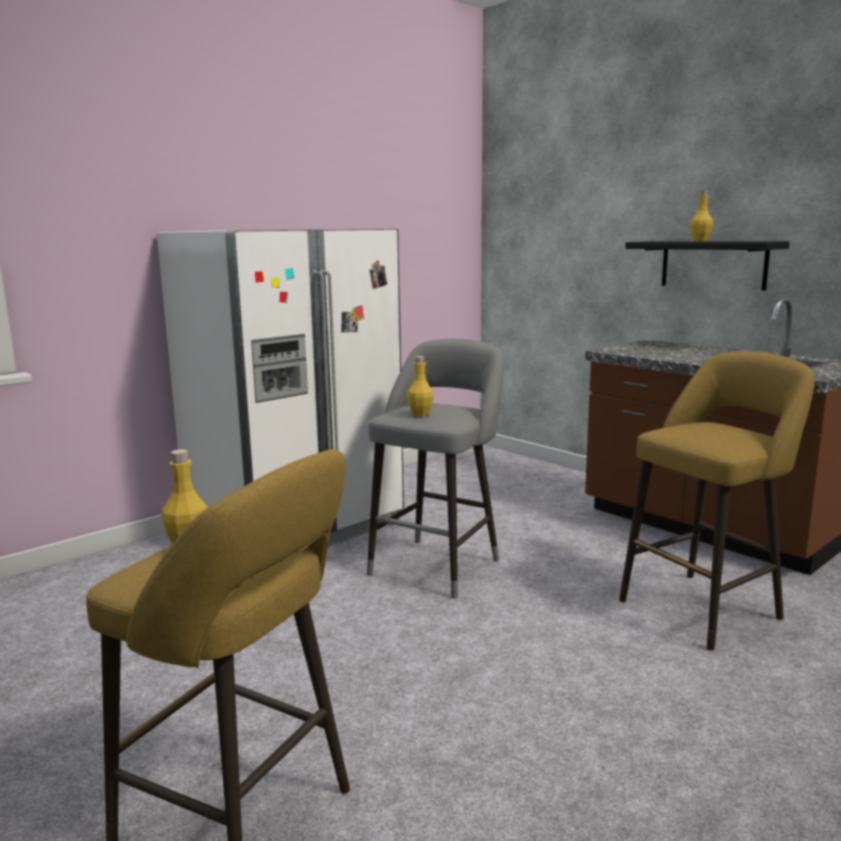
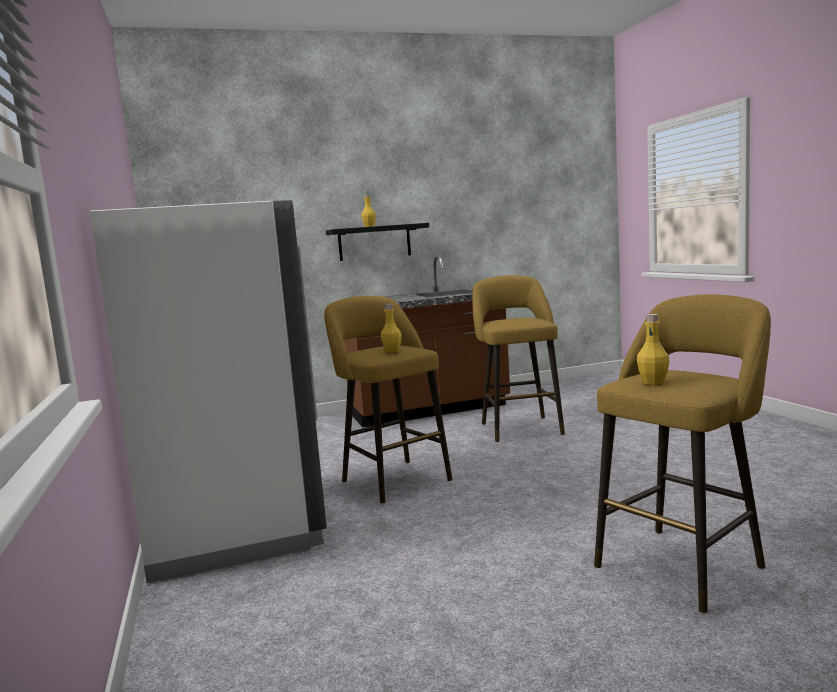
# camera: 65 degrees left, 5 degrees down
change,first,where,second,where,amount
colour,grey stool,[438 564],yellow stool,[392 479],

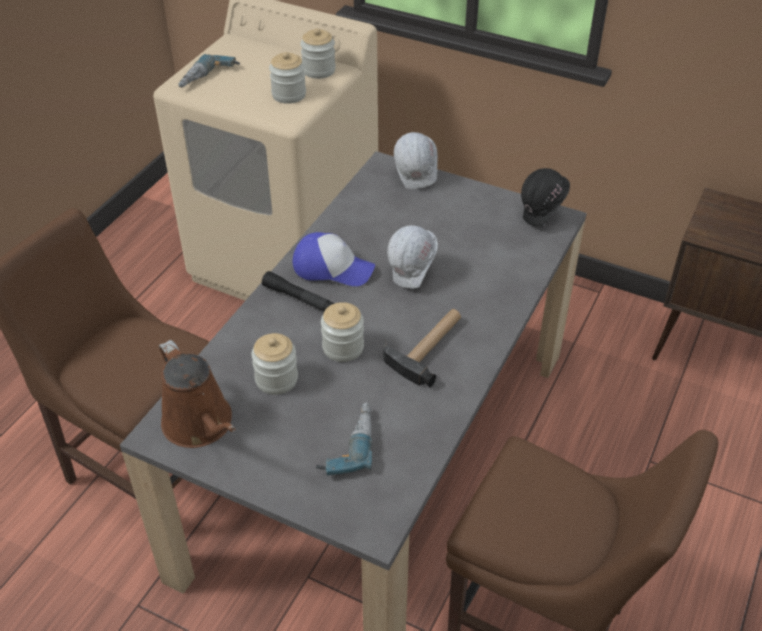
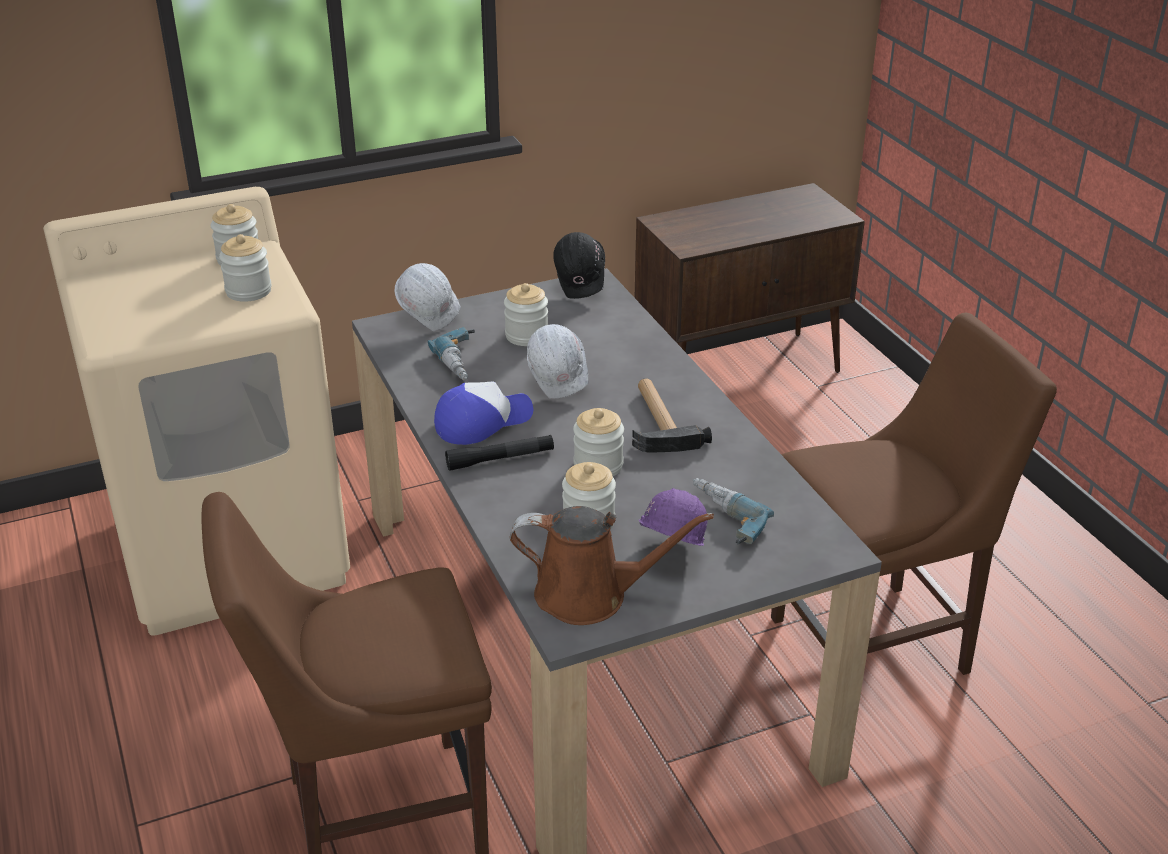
# camera: 50 degrees left, 10 degrees down
change,first,where,second,where,amount
relocated,power drill,[209 79],,[465 362],
appeared,,,jar,[526 336],
appeared,,,purple hard hat,[668 556],

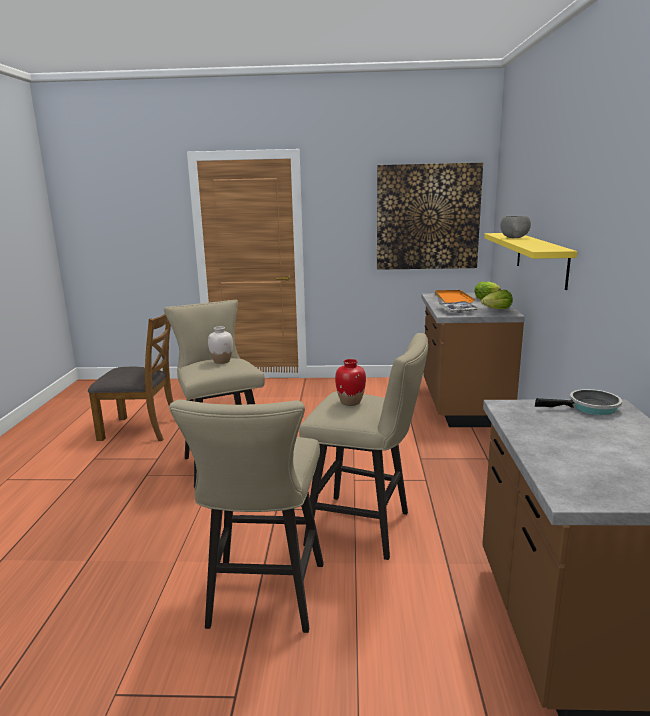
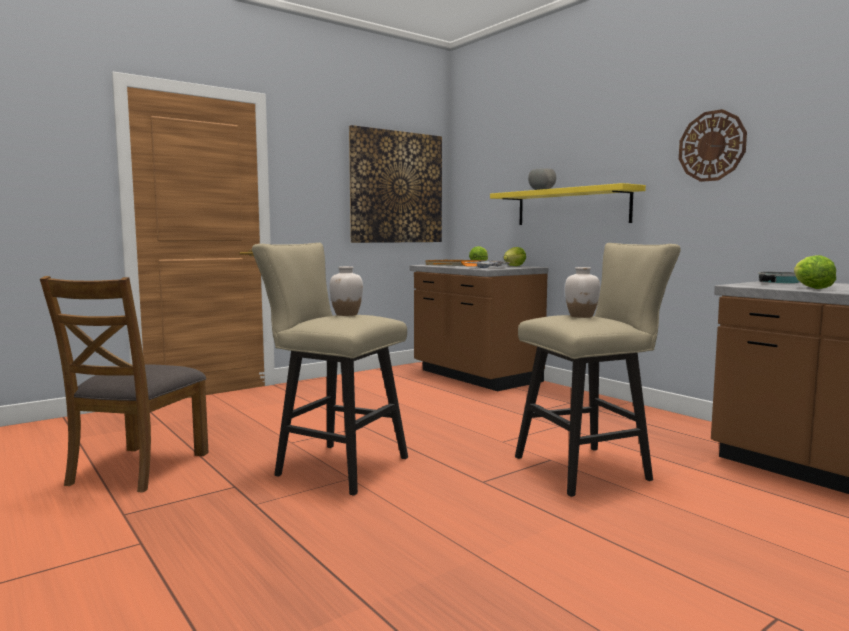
# camera: 40 degrees left, 10 degrees down
change,first,where,second,where,amount
spun,brown chair,[141 429],,[138 468],135 degrees clockwise
colour,red vase,[350 402],white vase,[581 316],
appeared,,,wall clock,[712 146],
appeared,,,lettuce,[811 288],
missing,beige stool,[263 601],,,

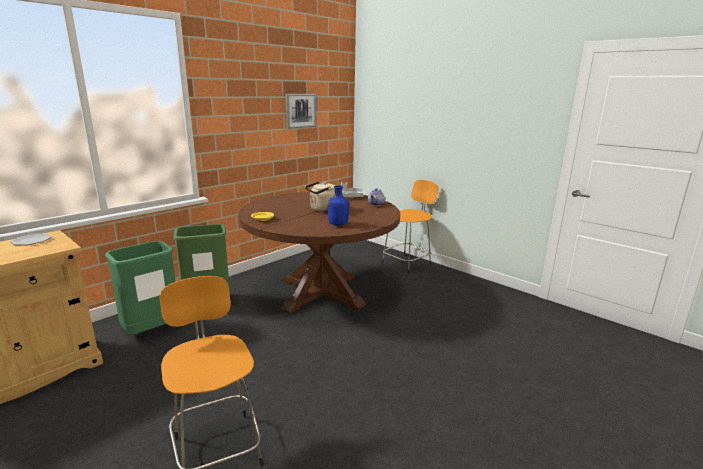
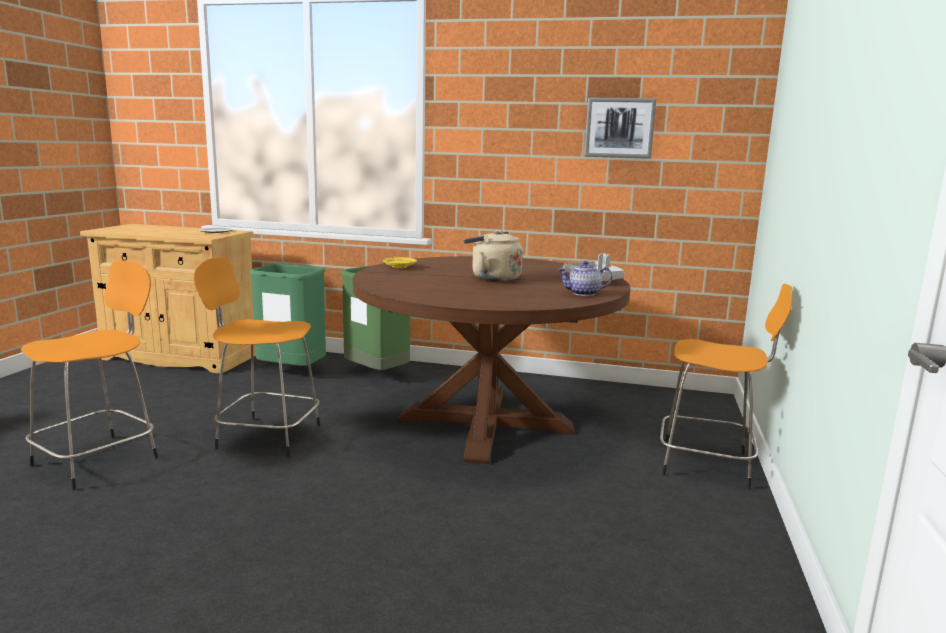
# camera: 60 degrees right, 5 degrees down
change,first,where,second,where,amount
appeared,,,orange stool,[265 436],
missing,blue bottle,[337 224],,,

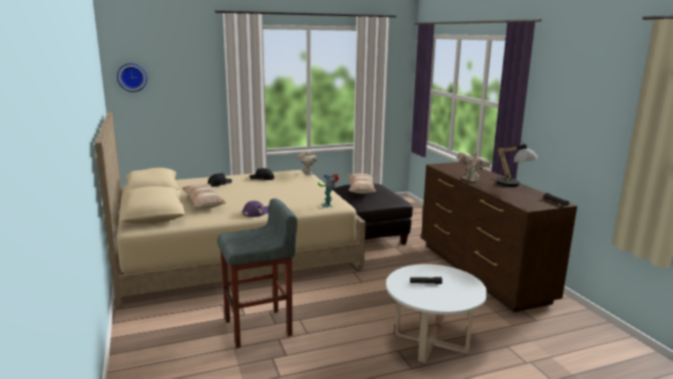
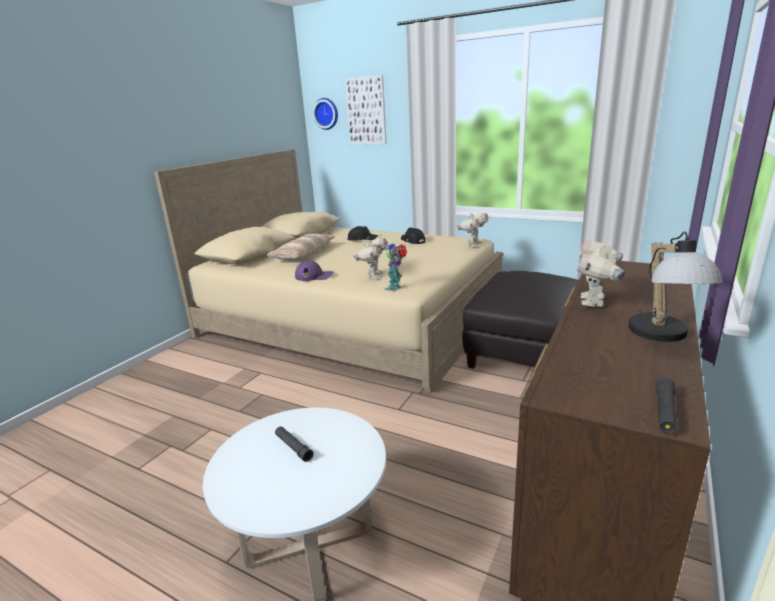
# camera: 50 degrees right, 5 degrees up
change,first,where,second,where,amount
appeared,,,picture,[366 111],
appeared,,,toy robot,[373 275],
missing,grey stool,[259 328],,,
missing,pillow,[360 189],,,

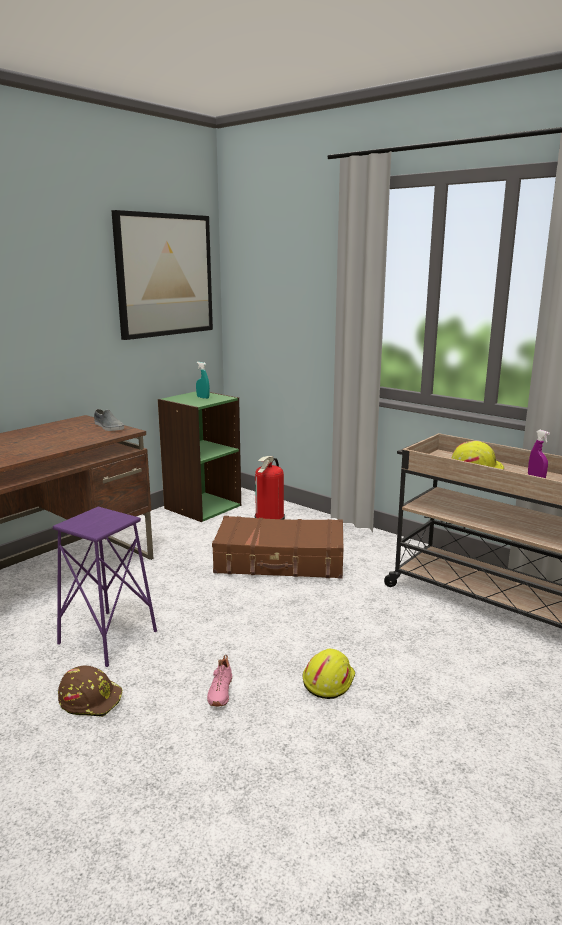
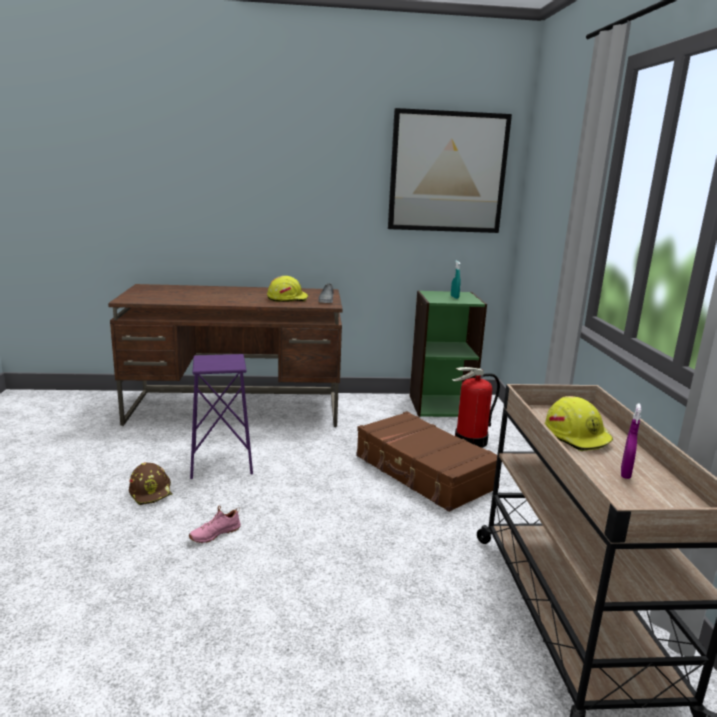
# camera: 45 degrees right, 0 degrees up
change,first,where,second,where,amount
relocated,yellow hard hat,[328 680],,[287 298],

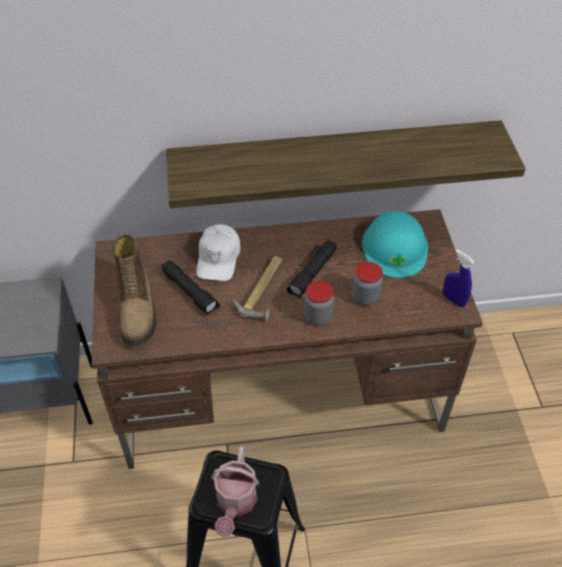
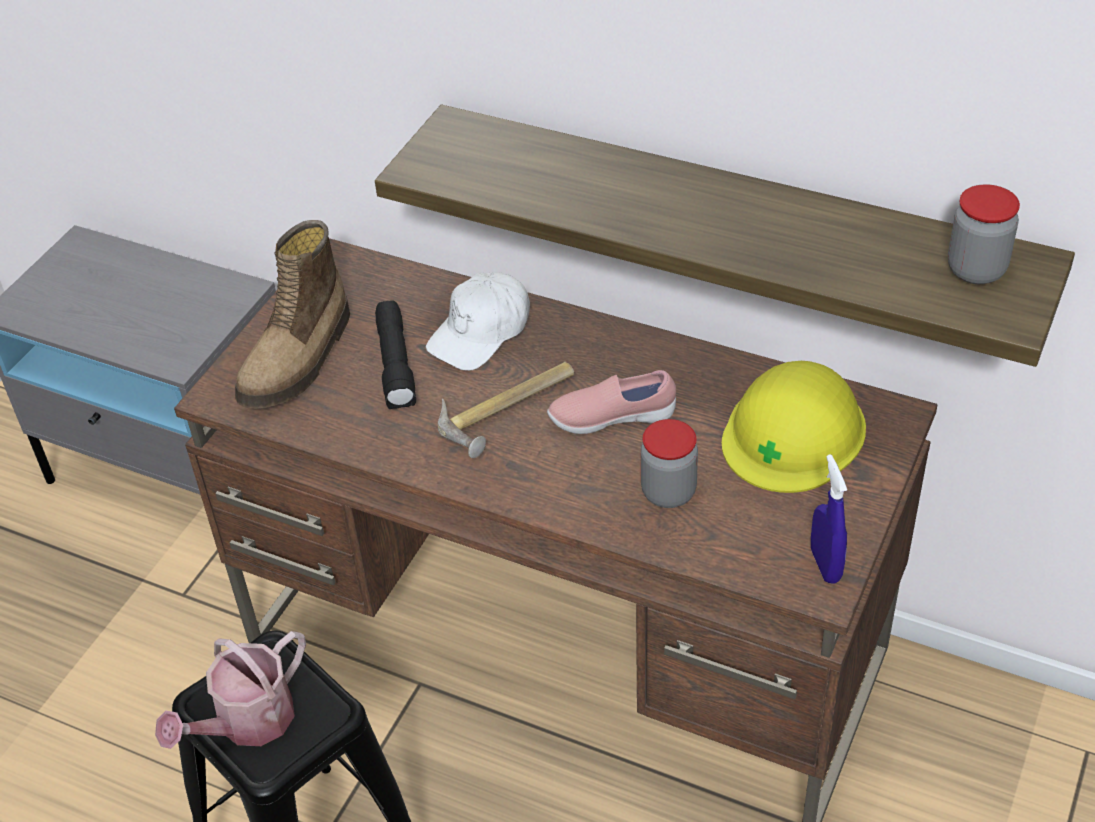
# camera: 35 degrees right, 5 degrees down
change,first,where,second,where,amount
exchanged,black flashlight,[313 274],pink shoe,[611 418],
colour,turquoise hard hat,[395 247],yellow hard hat,[794 433],
relocated,jar,[318 316],,[976 270],

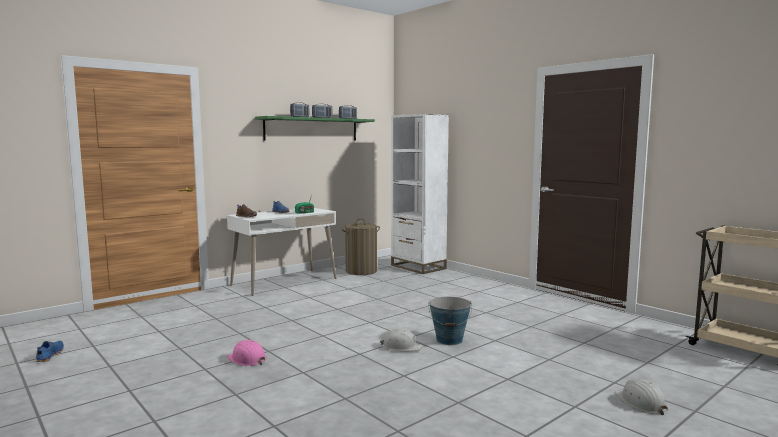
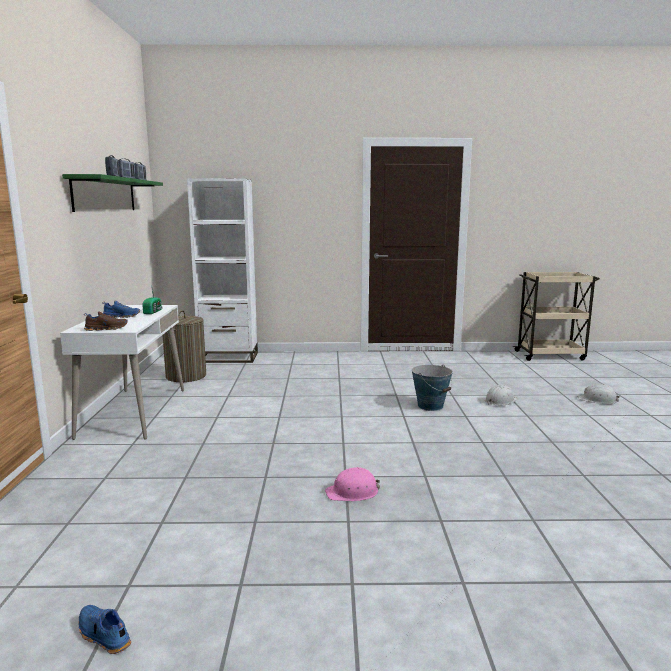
# camera: 50 degrees left, 5 degrees up
change,first,where,second,where,amount
relocated,white hard hat,[401 347],,[500 401],

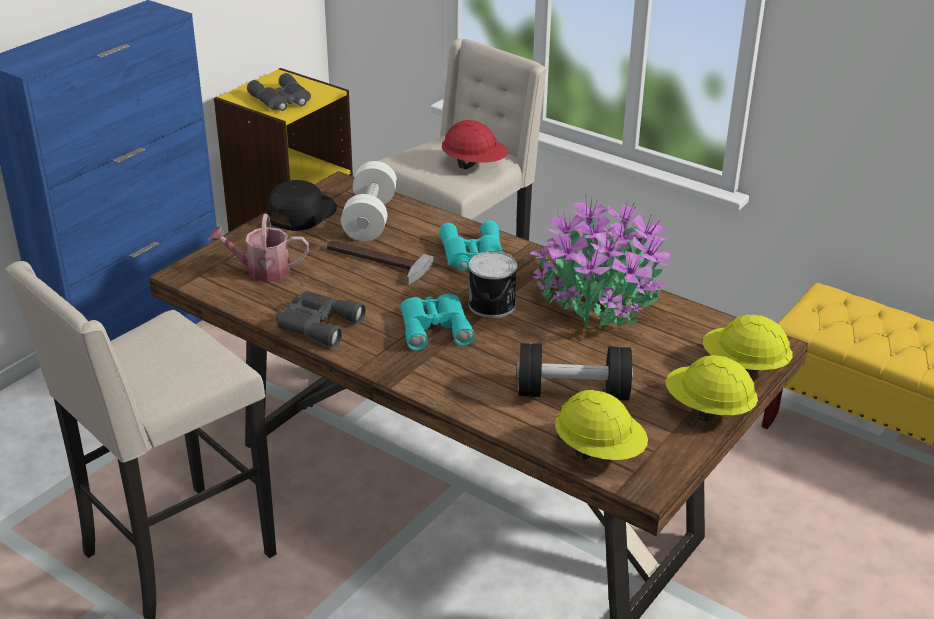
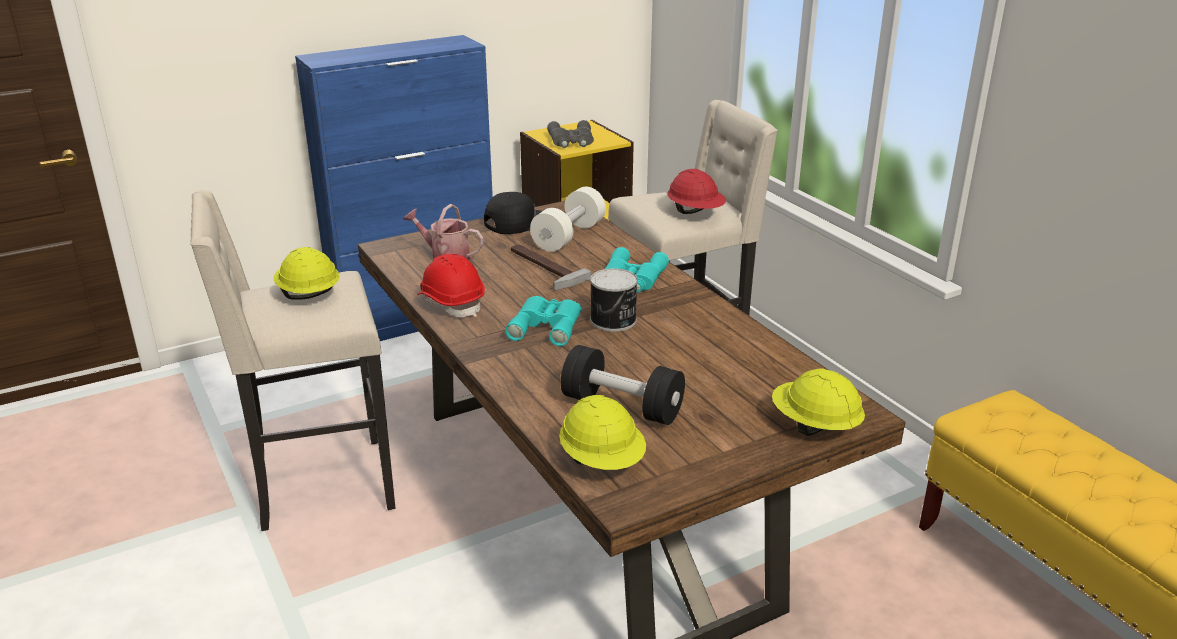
# camera: 25 degrees right, 5 degrees down
change,first,where,second,where,amount
relocated,yellow hard hat,[708 409],,[308 295],
exchanged,grey binoculars,[317 323],red hard hat,[451 303],
missing,potted plant,[598 302],,,

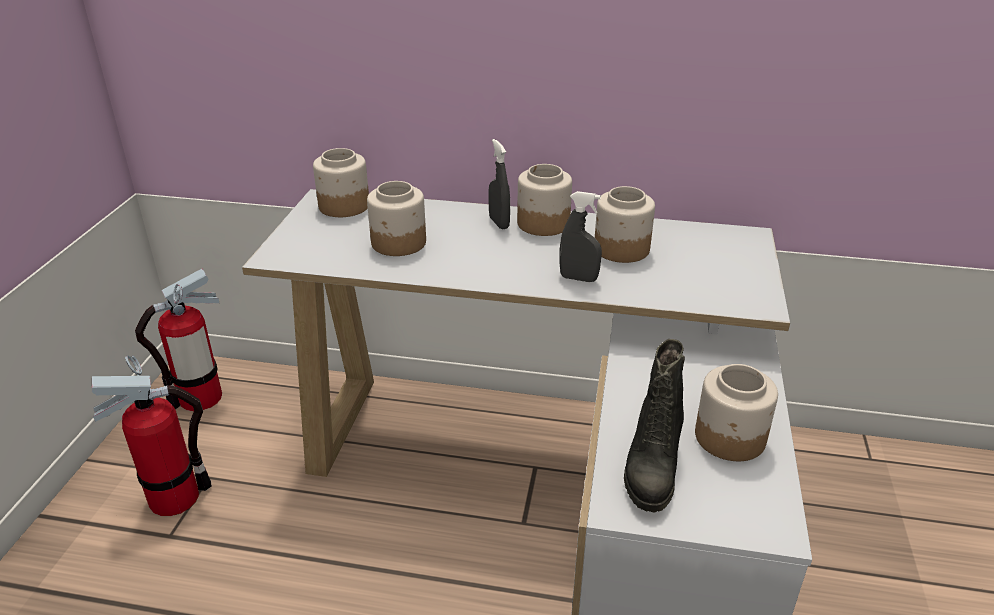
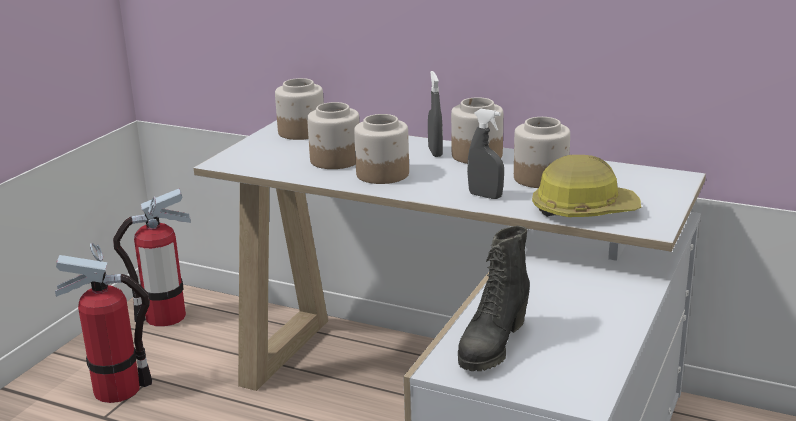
# camera: 15 degrees right, 10 degrees down
change,first,where,second,where,amount
relocated,jar,[730 438],,[382 174],
appeared,,,hard hat,[583 210],

